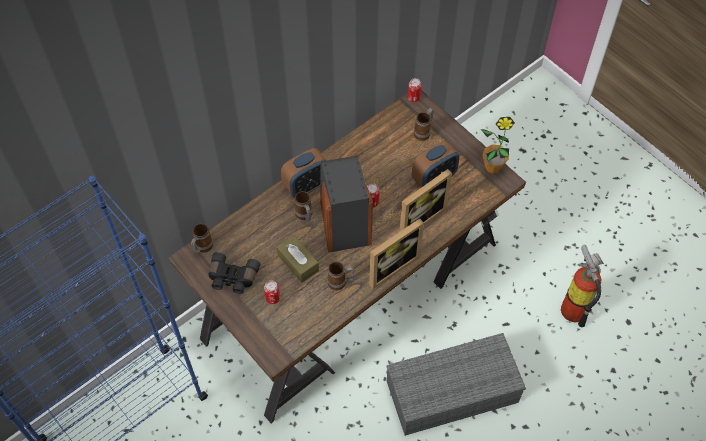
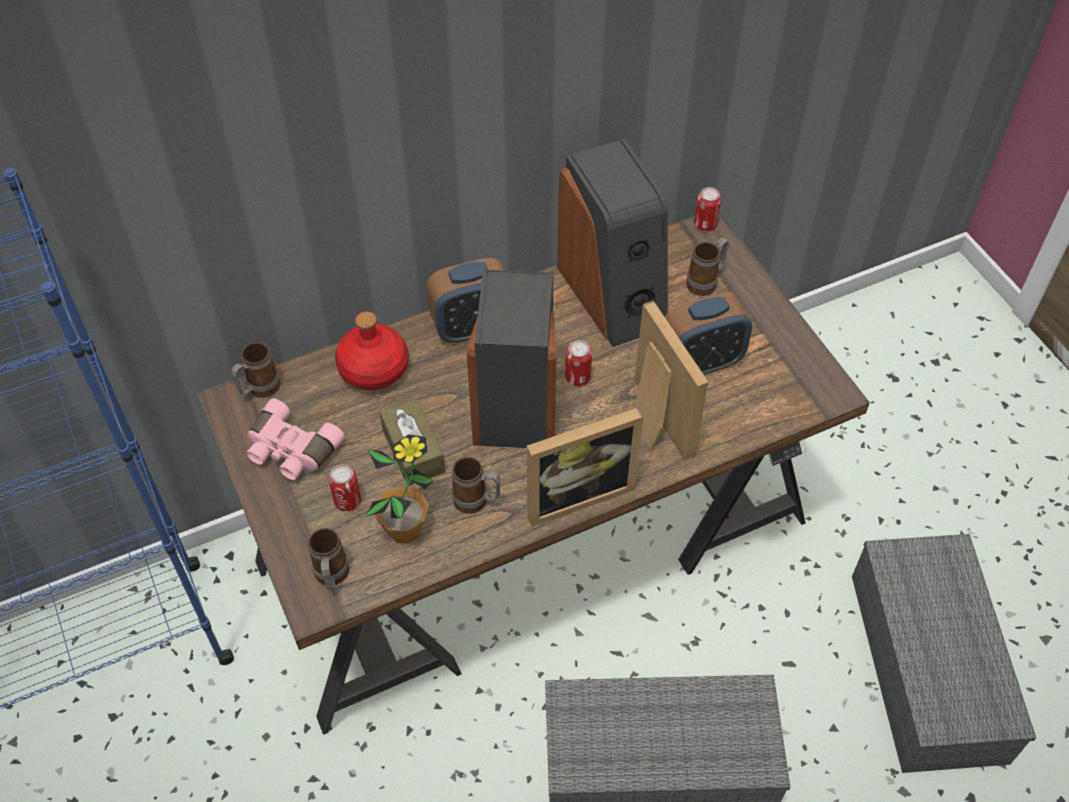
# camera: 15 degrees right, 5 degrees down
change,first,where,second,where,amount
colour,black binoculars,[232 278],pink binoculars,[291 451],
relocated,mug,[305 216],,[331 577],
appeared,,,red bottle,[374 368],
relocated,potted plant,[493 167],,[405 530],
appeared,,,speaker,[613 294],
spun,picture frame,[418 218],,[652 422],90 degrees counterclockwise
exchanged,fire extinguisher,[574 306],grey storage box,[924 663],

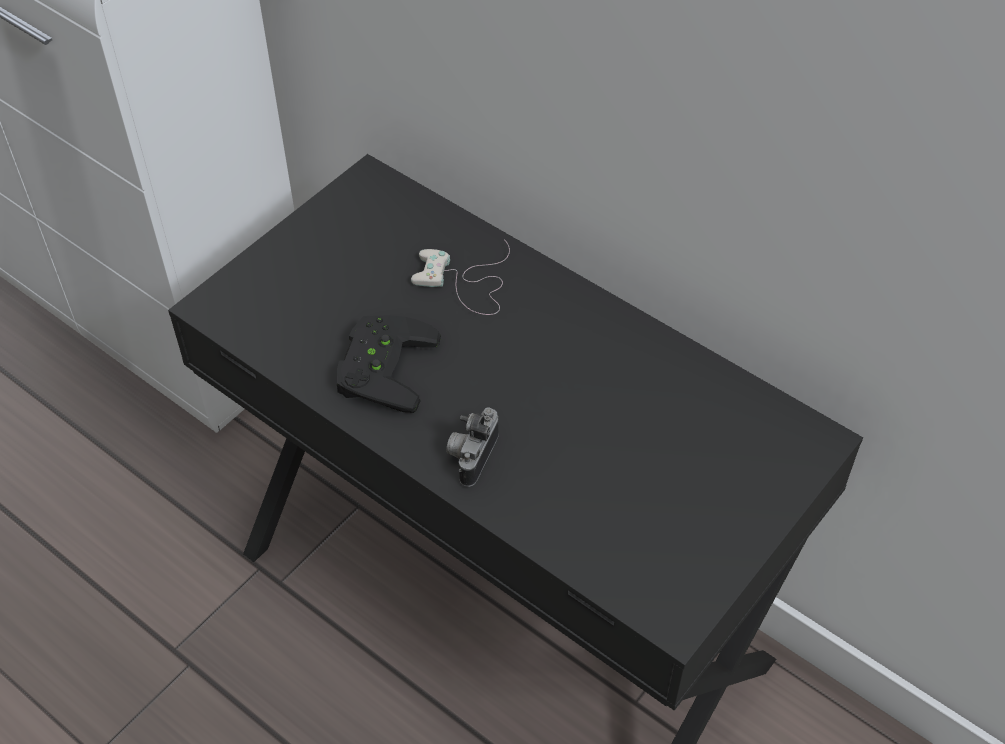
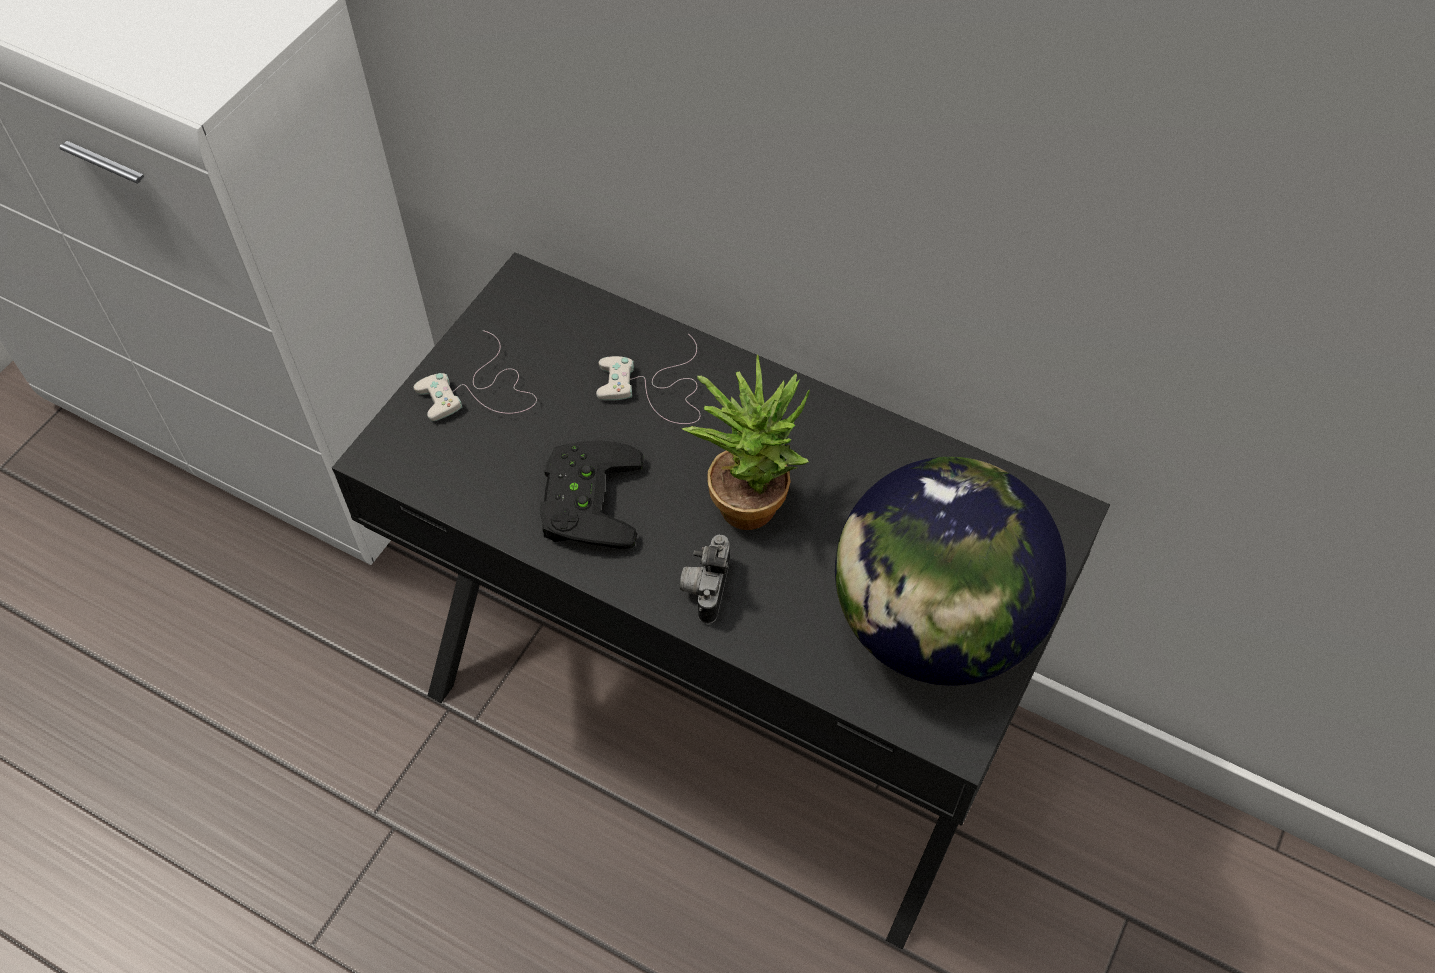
# camera: 10 degrees left, 5 degrees up
change,first,where,second,where,amount
appeared,,,white game controller,[480 391],
appeared,,,potted plant,[749 496],
appeared,,,globe,[933 625],

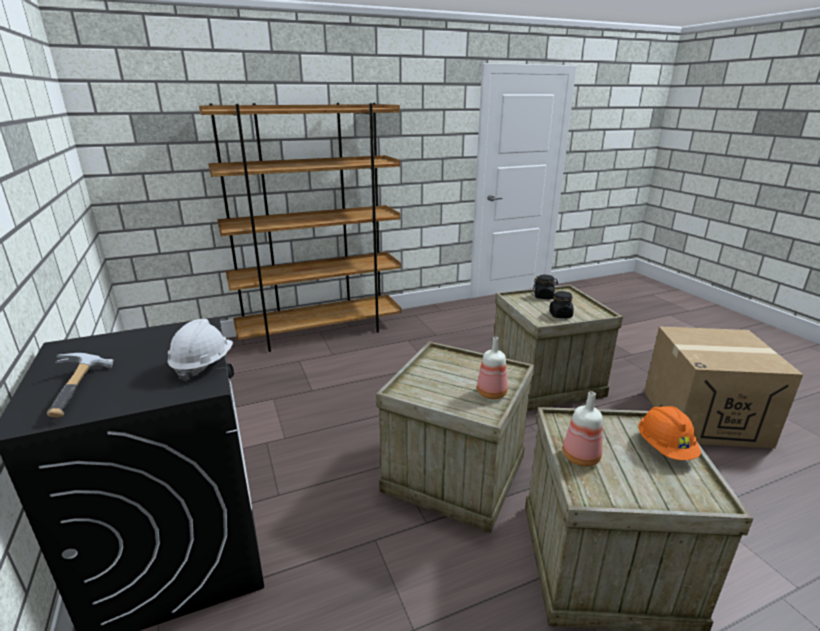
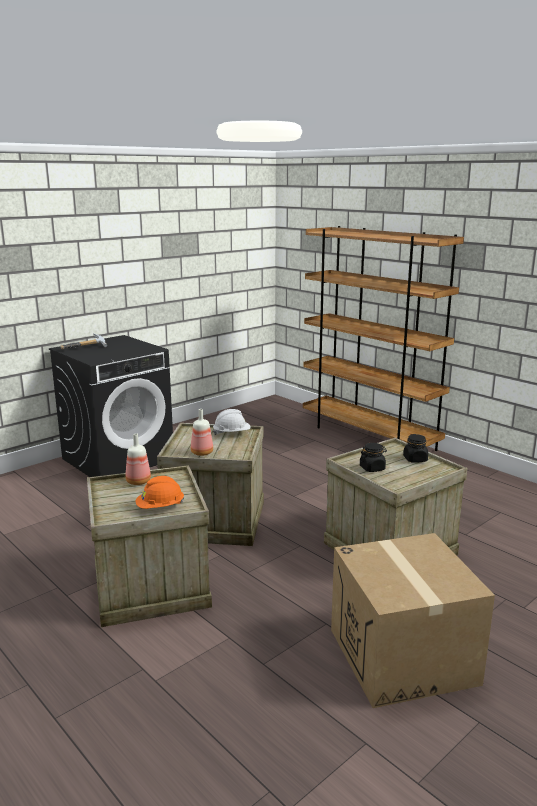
# camera: 70 degrees right, 5 degrees down
change,first,where,second,where,amount
relocated,white hard hat,[203 365],,[232 433],

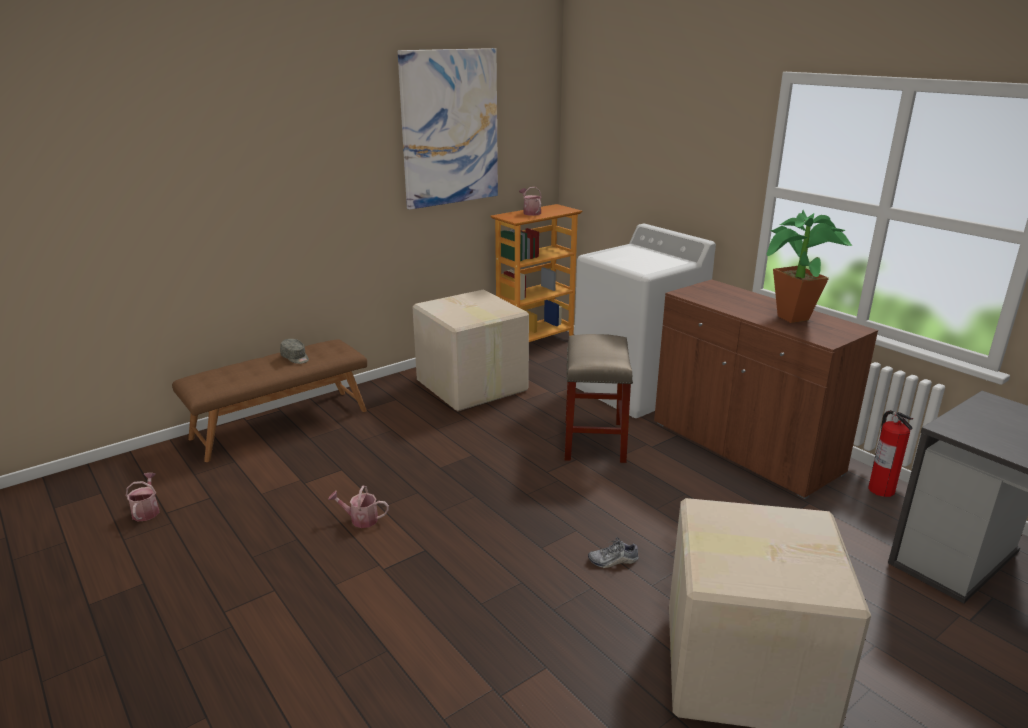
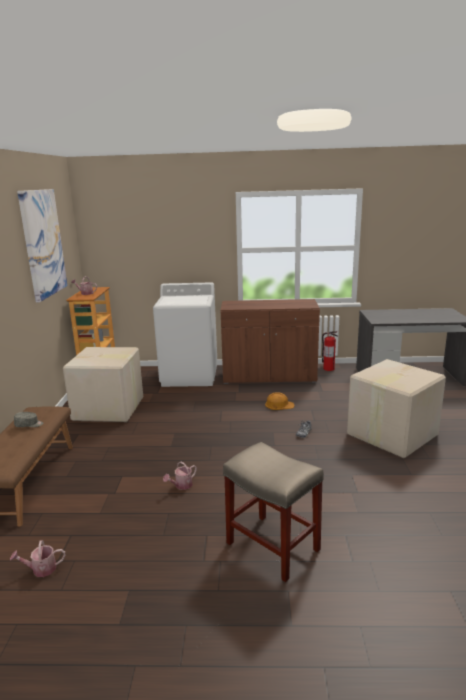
# camera: 50 degrees left, 5 degrees down
change,first,where,second,where,amount
spun,watering can,[147 511],,[41 569],45 degrees counterclockwise
relocated,beige stool,[594 440],,[271 546],
appeared,,,orange hard hat,[279 405],
missing,potted plant,[794 320],,,

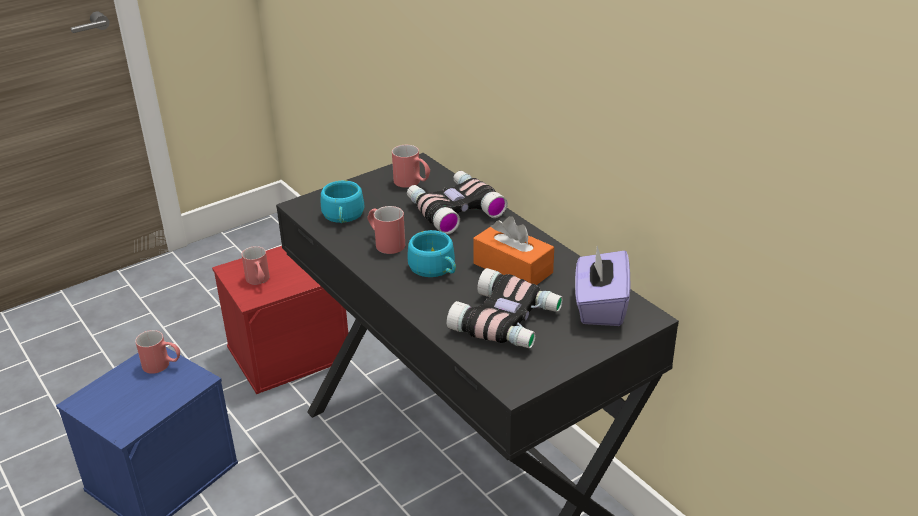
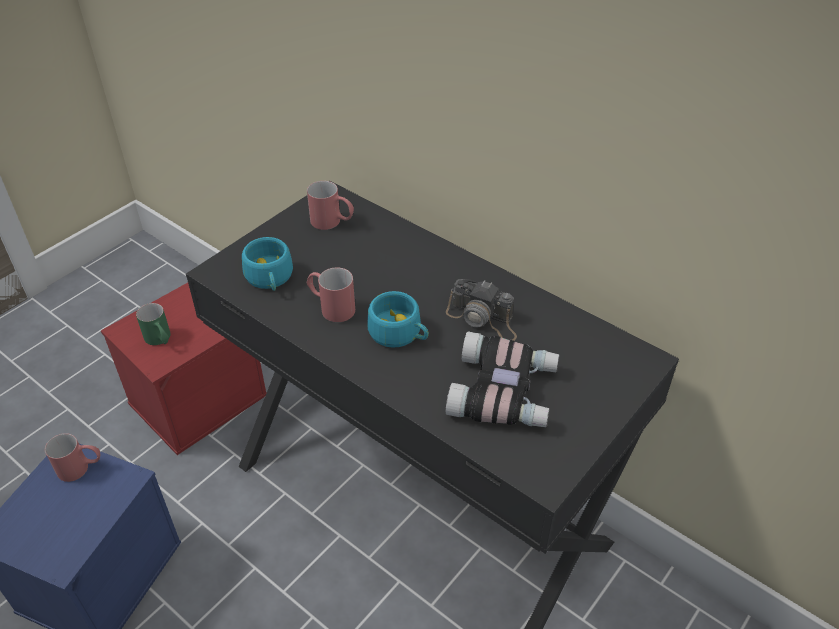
# camera: 15 degrees left, 10 degrees up
change,first,where,second,where,amount
colour,red mug,[259 281],green mug,[160 340],
exchanged,orange tissue box,[513 268],photo camera,[483 319],
missing,binoculars,[454 209],,,
missing,purple tissue box,[600 306],,,

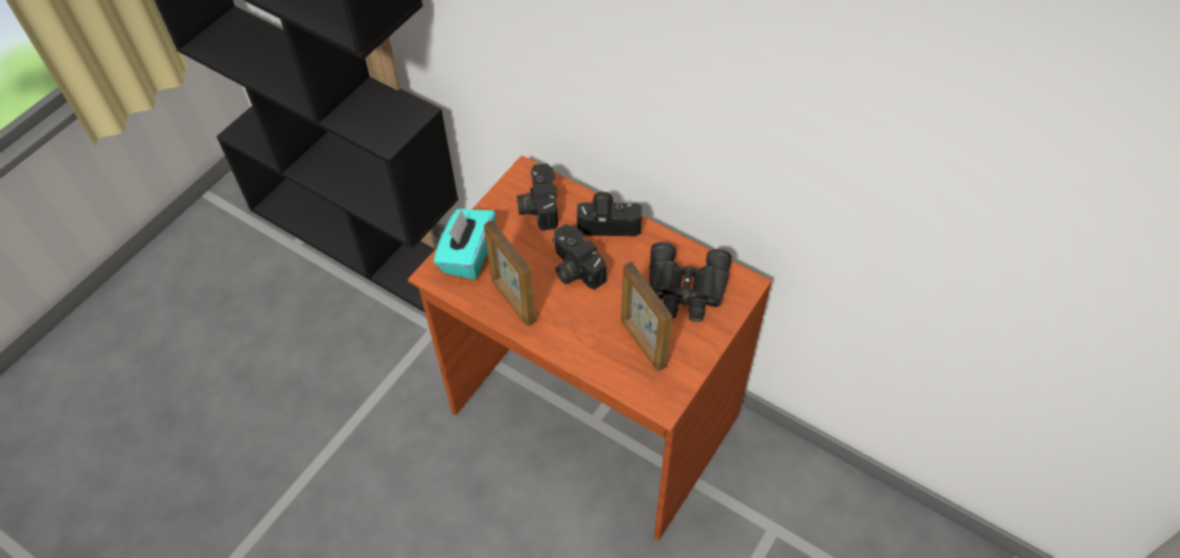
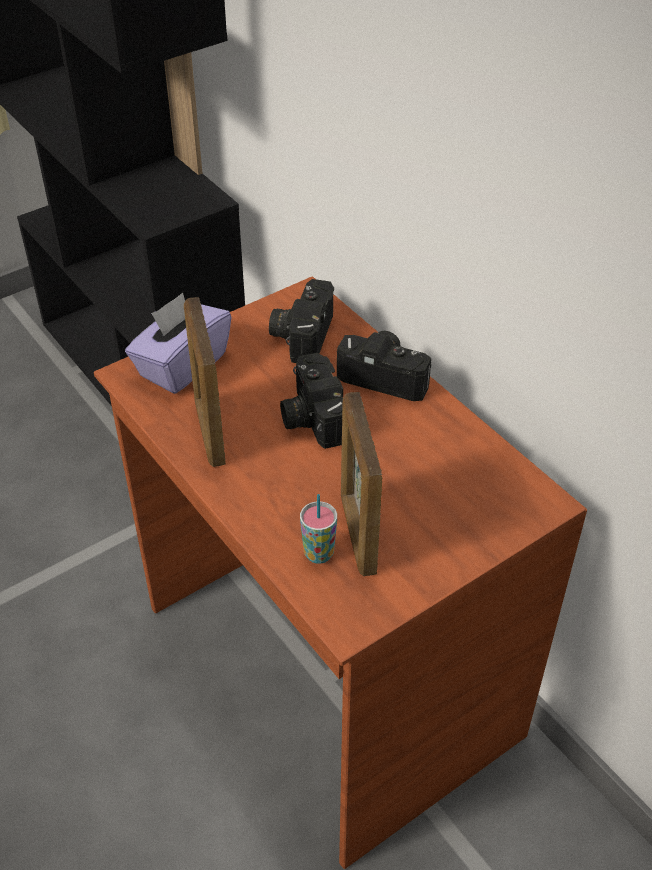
# camera: 20 degrees right, 10 degrees down
change,first,where,second,where,amount
colour,turquoise tissue box,[467 255],purple tissue box,[182 365],
appeared,,,cup,[318 554],
missing,black binoculars,[686 290],,,

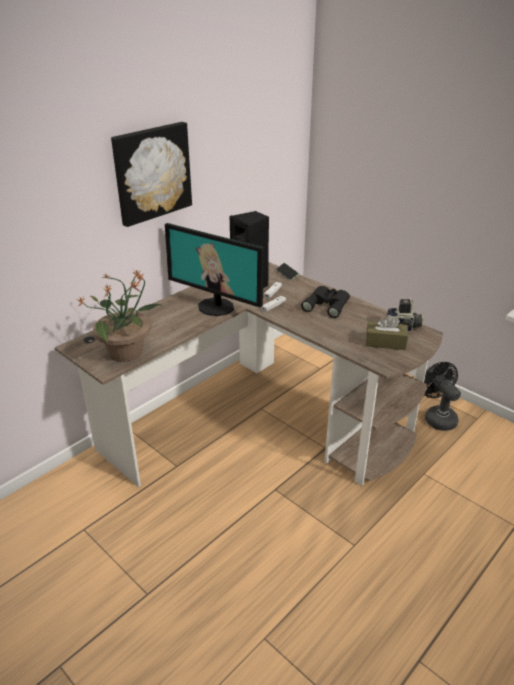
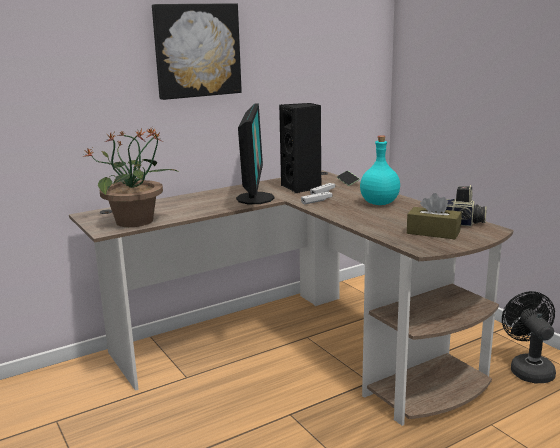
# camera: 15 degrees right, 15 degrees down
change,first,where,second,where,amount
spun,monitor,[216 306],,[254 198],135 degrees counterclockwise
exchanged,black binoculars,[327 304],turquoise bottle,[380 203],

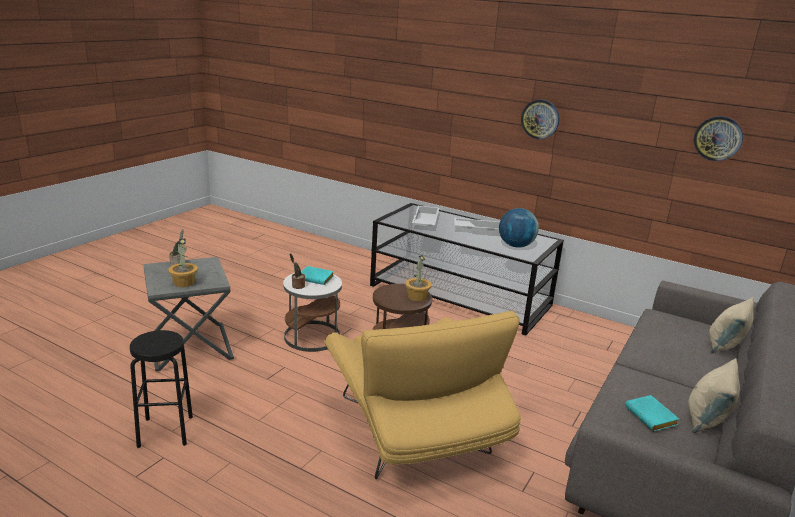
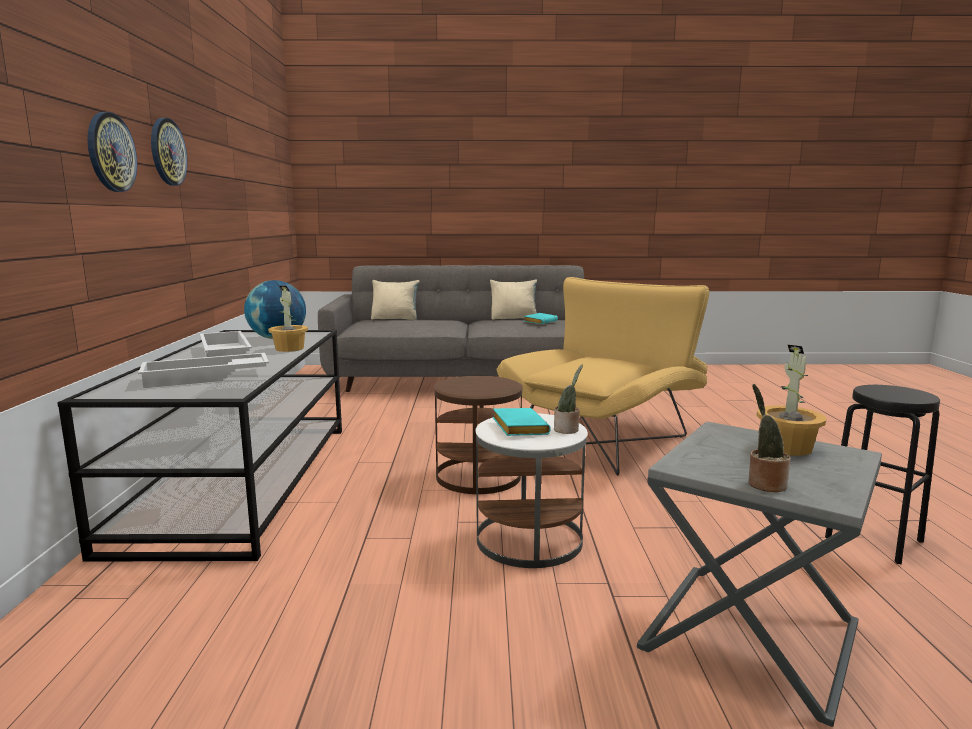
# camera: 120 degrees left, 10 degrees down
change,first,where,second,where,amount
relocated,wall clock,[718 138],,[110 152],
relocated,potted plant,[417 296],,[289 349],

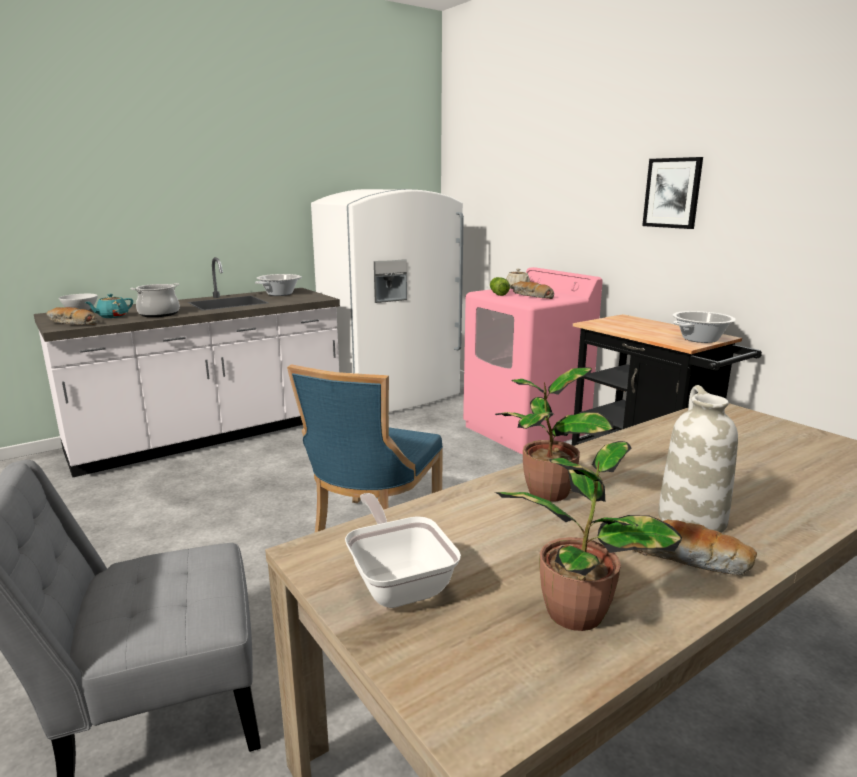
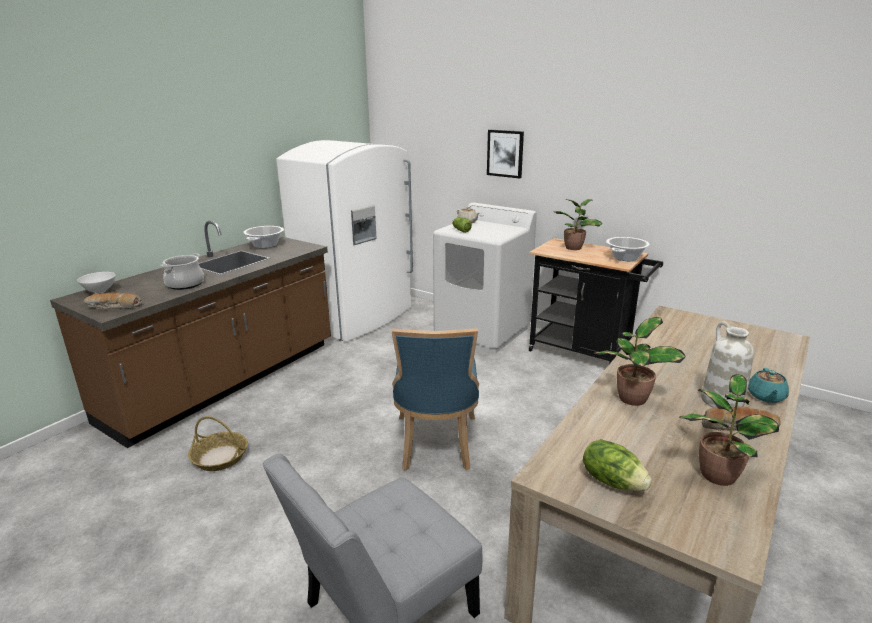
# camera: 20 degrees left, 5 degrees up
change,first,where,second,where,amount
colour,white counter,[211 435],brown counter,[225 382],
appeared,,,basket,[219 457],
colour,pink washing machine,[525 430],white washing machine,[482 332],
relocated,picture,[672 193],,[505 153],
appeared,,,potted plant,[574 247],
exchanged,frying pan,[398 581],lettuce,[612 481],
relocated,turquoise teapot,[112 316],,[766 396],
missing,bread,[531 296],,,

